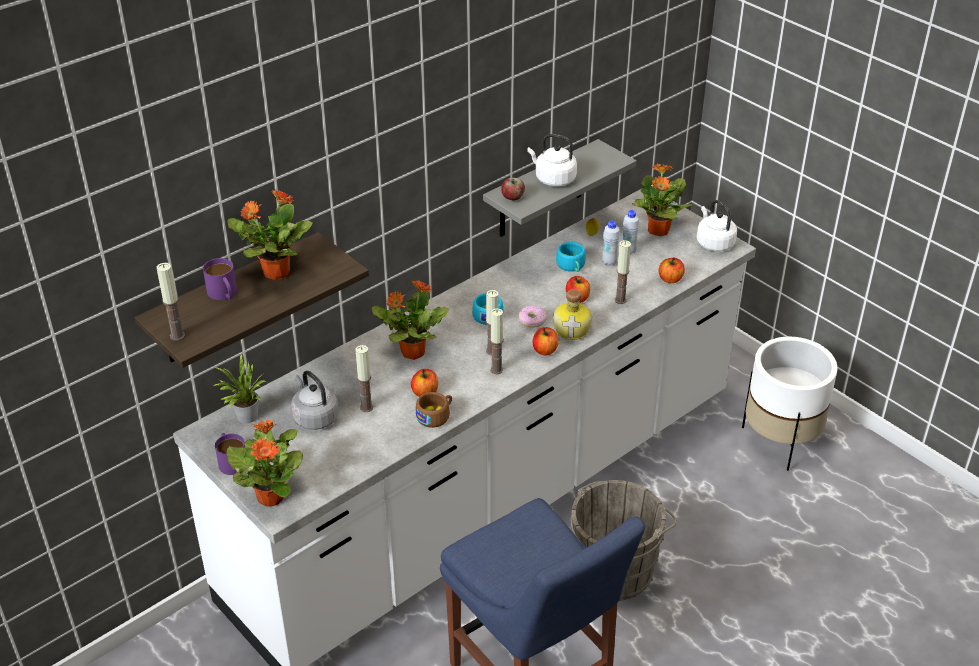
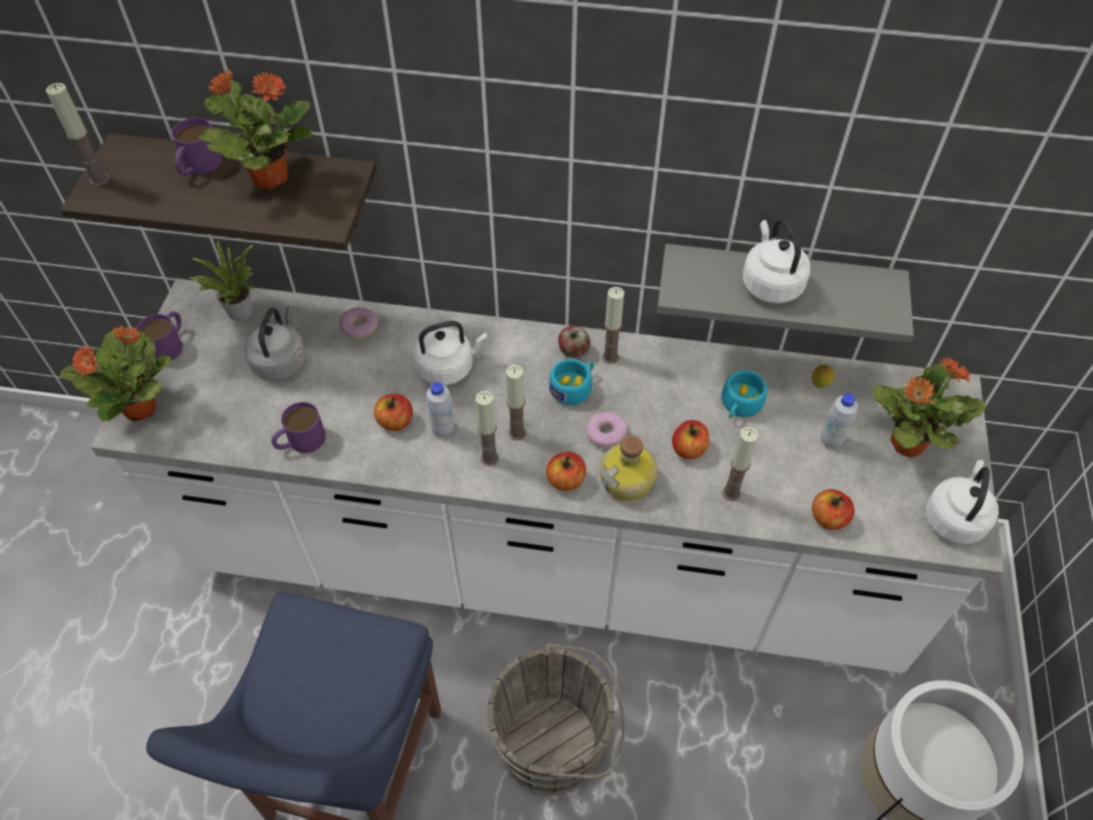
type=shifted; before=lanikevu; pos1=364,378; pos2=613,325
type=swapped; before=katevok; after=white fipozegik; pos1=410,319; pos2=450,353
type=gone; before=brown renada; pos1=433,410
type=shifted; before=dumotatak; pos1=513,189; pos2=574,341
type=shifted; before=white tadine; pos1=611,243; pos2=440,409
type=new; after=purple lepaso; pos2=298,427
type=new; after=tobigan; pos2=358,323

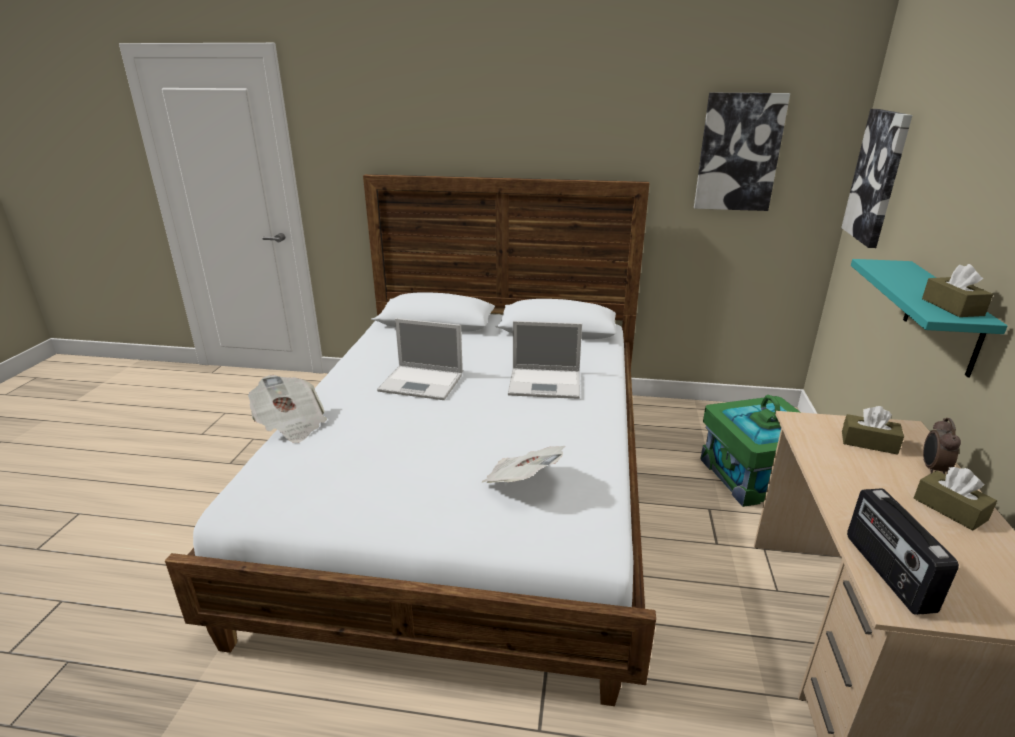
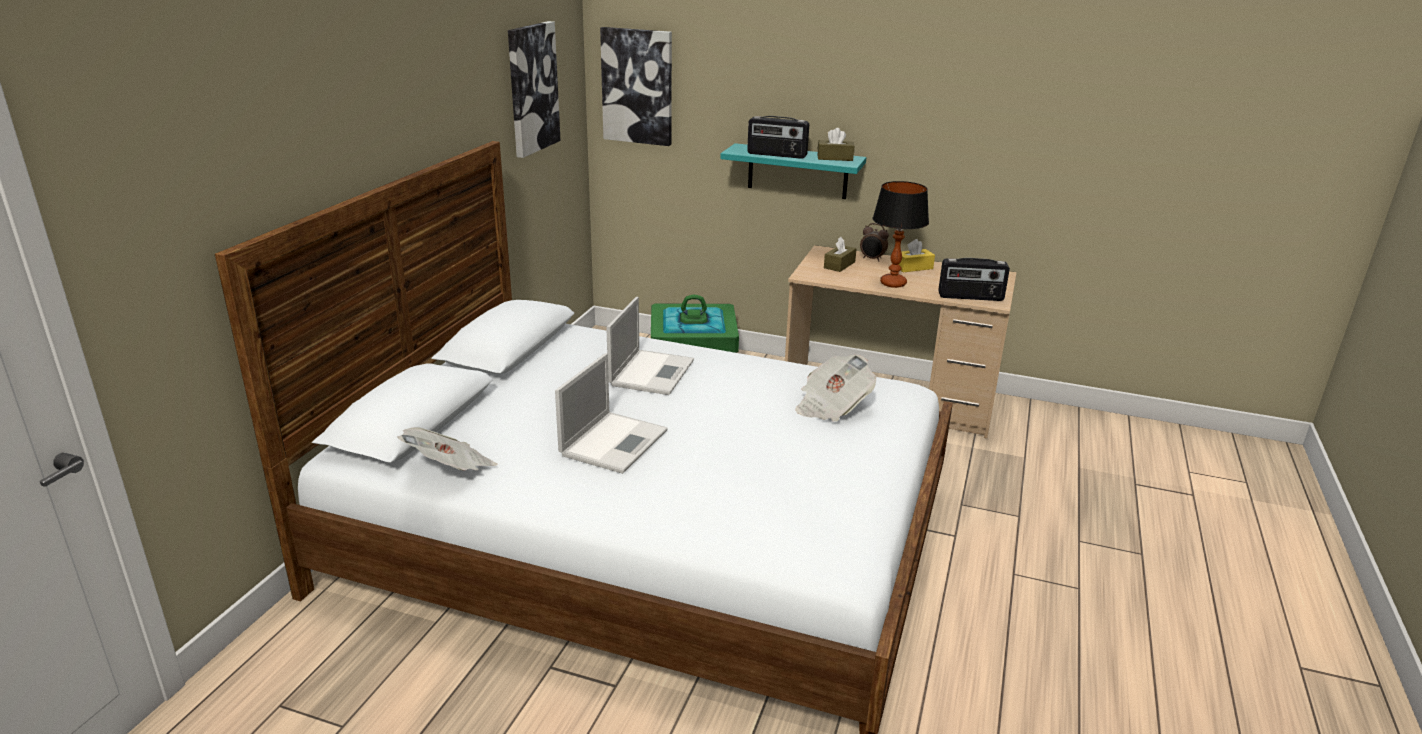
type=shifted; before=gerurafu; pos1=287,409; pos2=447,449
type=repainted; before=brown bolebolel; after=yellow bolebolel; pos1=955,499; pos2=917,255
type=new; after=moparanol; pos2=778,137
type=new; after=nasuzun; pos2=900,234

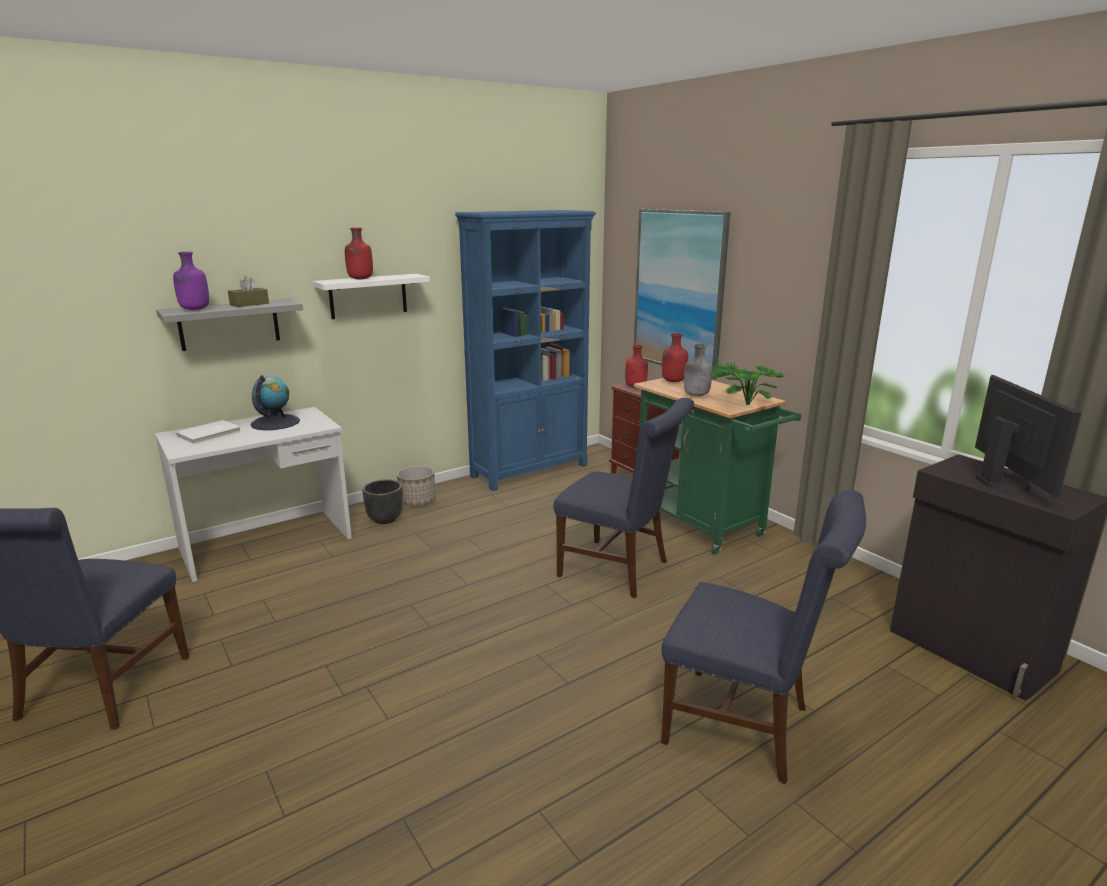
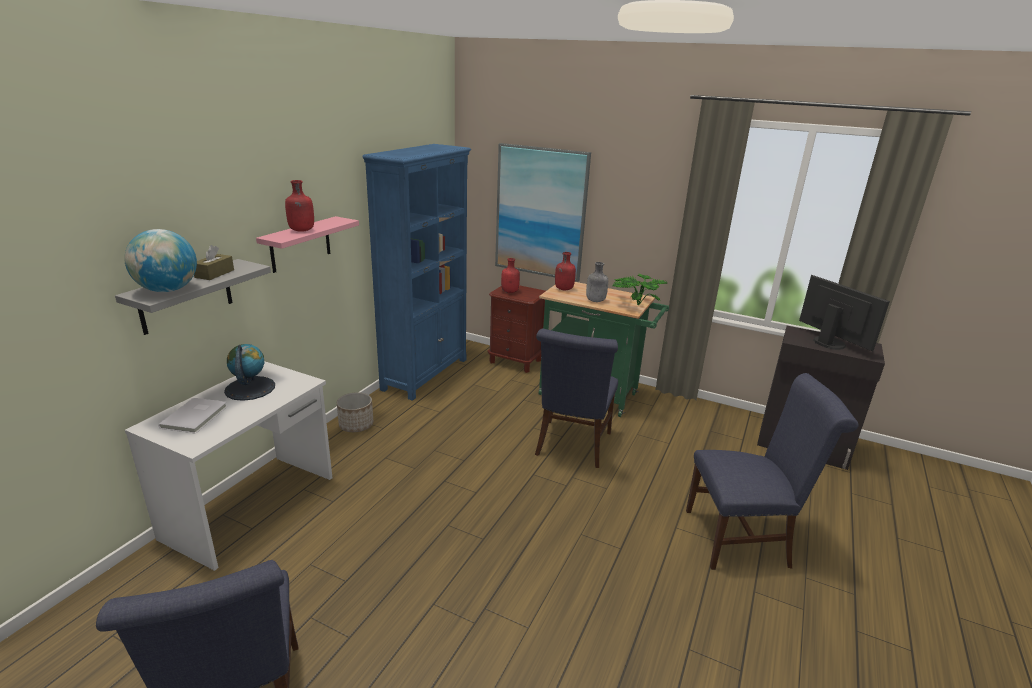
type=swapped; before=purple tadine; after=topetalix; pos1=191,281; pos2=160,260
type=repainted; before=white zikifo; after=pink zikifo; pos1=371,296; pos2=307,244
type=gone; before=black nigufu; pos1=382,501
type=rotated; before=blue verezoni; pos1=623,498; pos2=576,398; turn=105

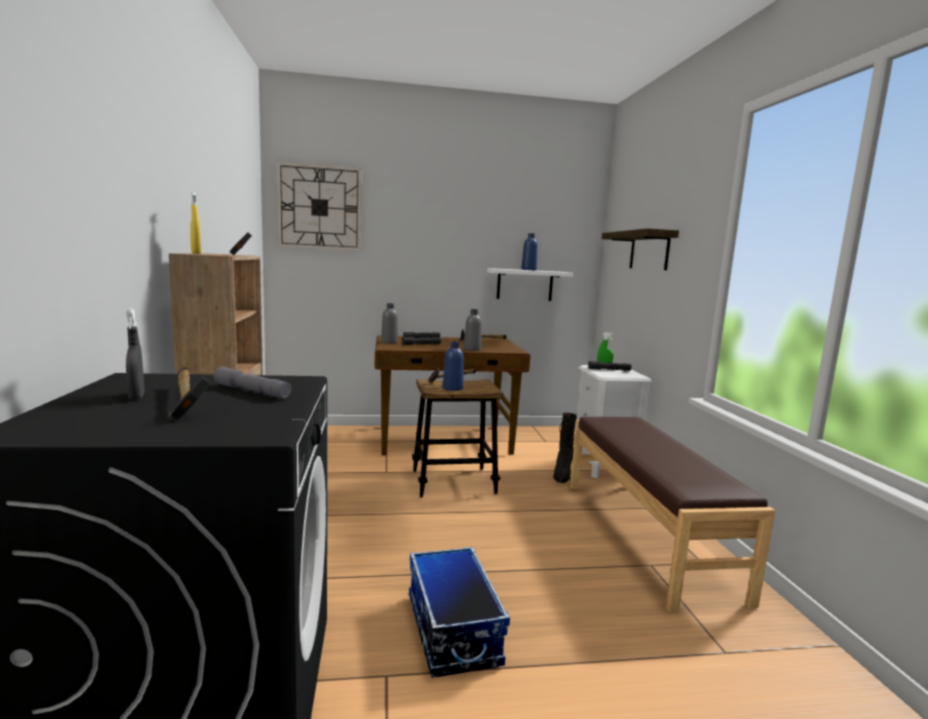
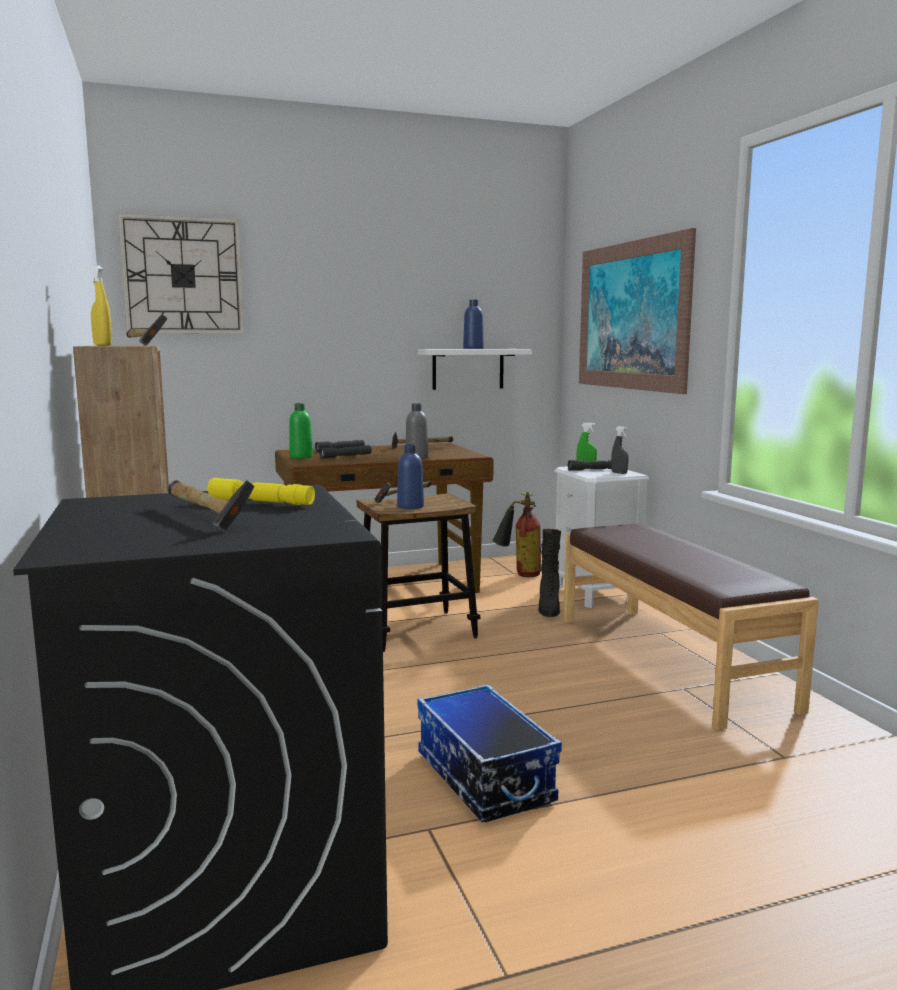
type=shifted; before=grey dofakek; pos1=135,353; pos2=620,450
type=repainted; before=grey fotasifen; after=yellow fotasifen; pos1=252,382; pos2=261,491
type=repainted; before=grey tadine; after=green tadine; pos1=389,323; pos2=301,431
type=swapped; before=zikifo; after=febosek; pos1=640,249; pos2=637,311
type=new; after=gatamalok; pos2=516,534

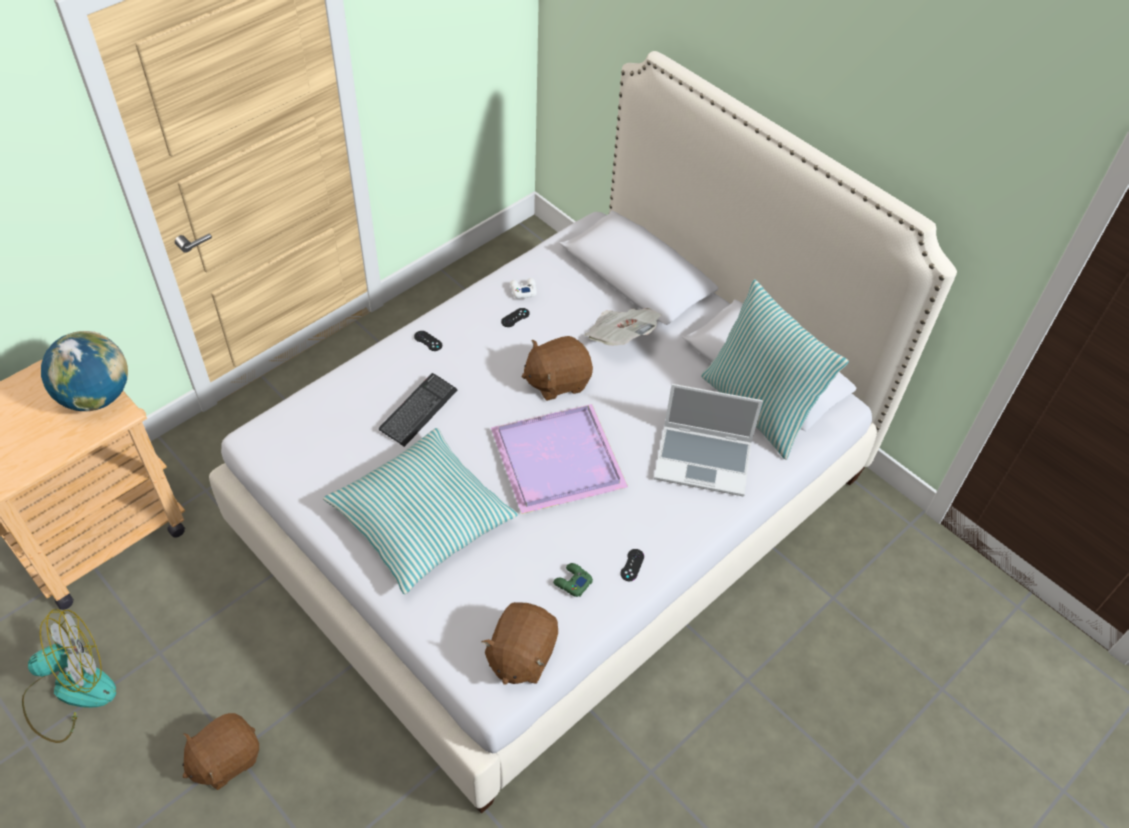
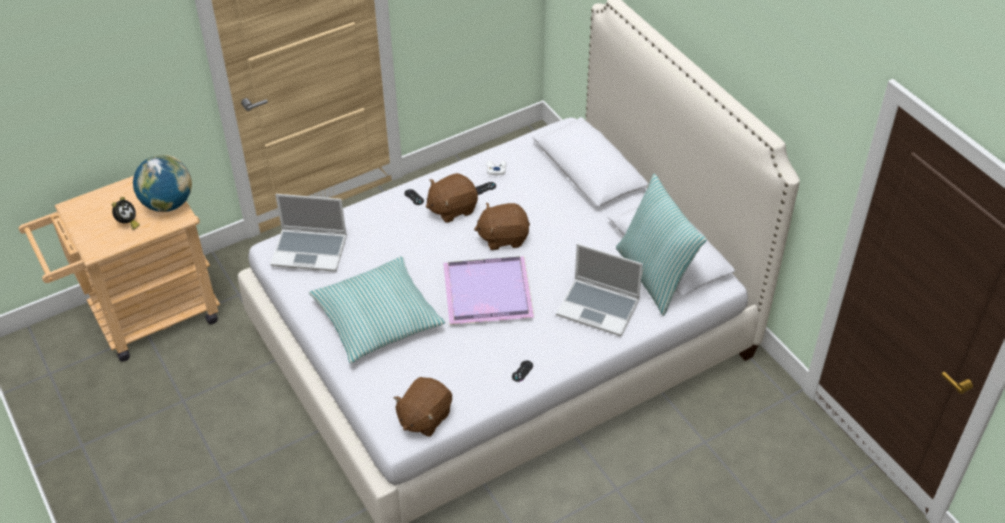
type=gone; before=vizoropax; pos1=69,676
type=shifted; before=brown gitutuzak; pos1=220,751; pos2=452,198
type=gone; before=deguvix; pos1=418,410
type=gone; before=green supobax; pos1=573,580
type=gone; before=gerurafu; pos1=623,327
type=new; after=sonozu; pos2=126,213
type=new; after=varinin; pos2=308,233

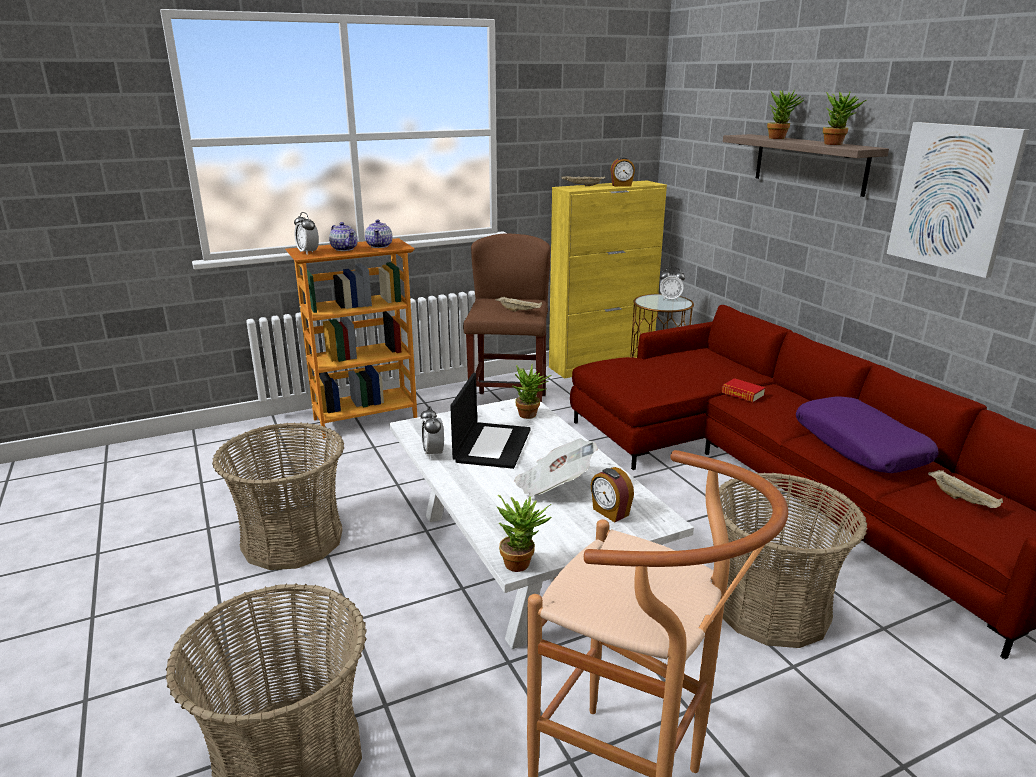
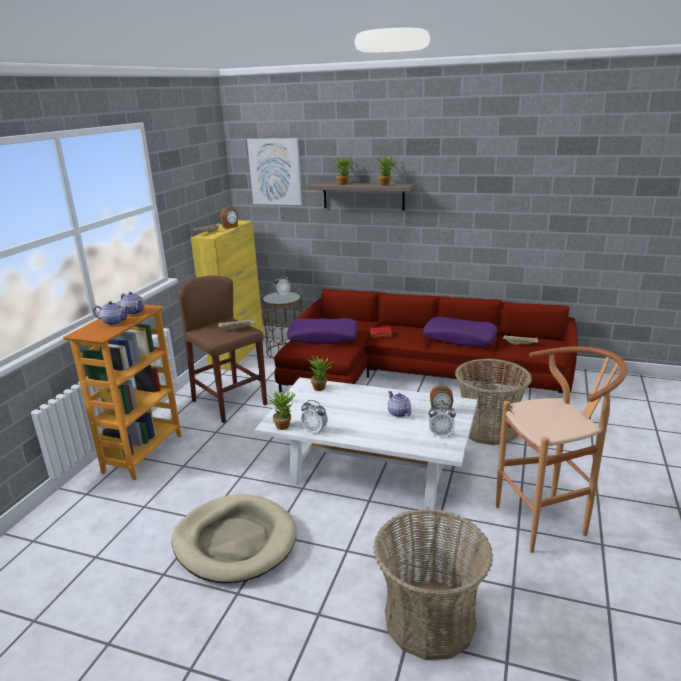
type=swapped; before=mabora; after=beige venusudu; pos1=278,496; pos2=234,538
type=shifted; before=sonozu; pos1=306,233; pos2=442,420
type=gone; before=varinin; pos1=490,421
type=shifted; before=katevok; pos1=524,533; pos2=280,410
type=swapped; before=gerurafu; after=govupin; pos1=556,468; pos2=399,404
type=shifted; before=febosek; pos1=958,200; pos2=274,171
type=new; after=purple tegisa; pos2=322,331

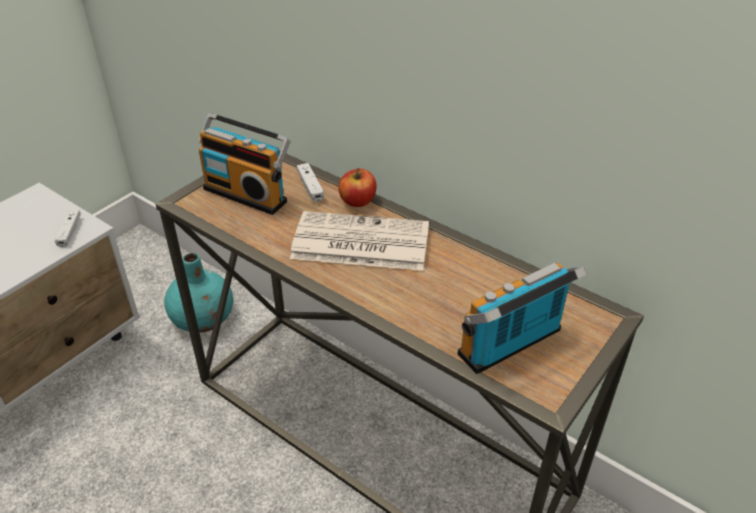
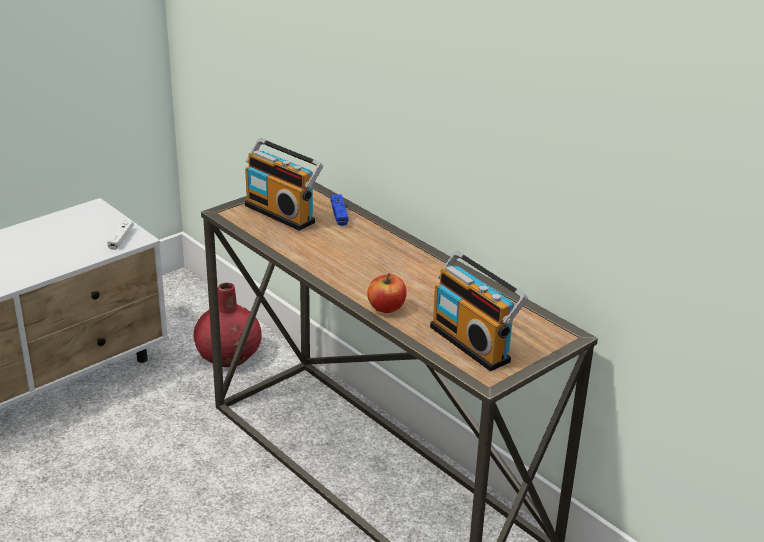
type=repainted; before=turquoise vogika; after=red vogika; pos1=198,293; pos2=228,325
type=gone; before=gerurafu; pos1=359,241
type=repainted; before=white supobax; after=blue supobax; pos1=310,182; pos2=339,210
type=shifted; before=dumotatak; pos1=357,187; pos2=387,293
type=rotated; before=moparanol; pos1=522,318; pos2=479,311; turn=-105

